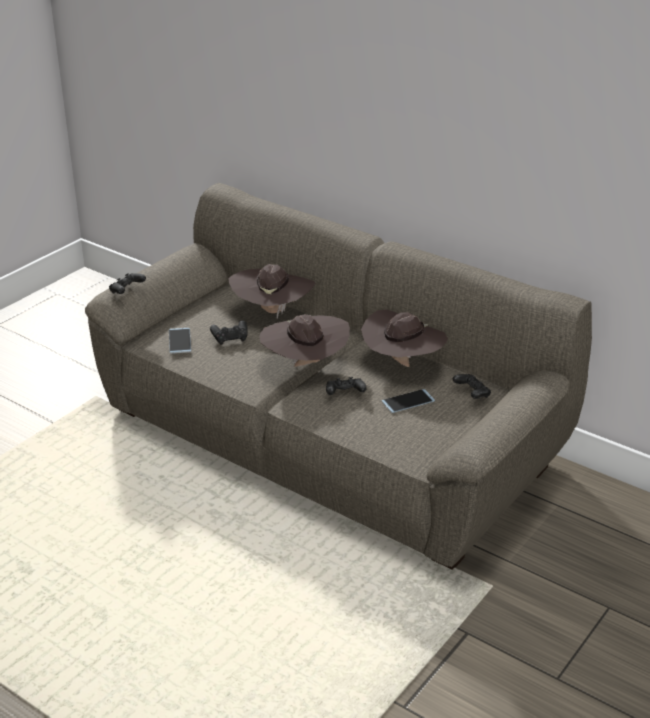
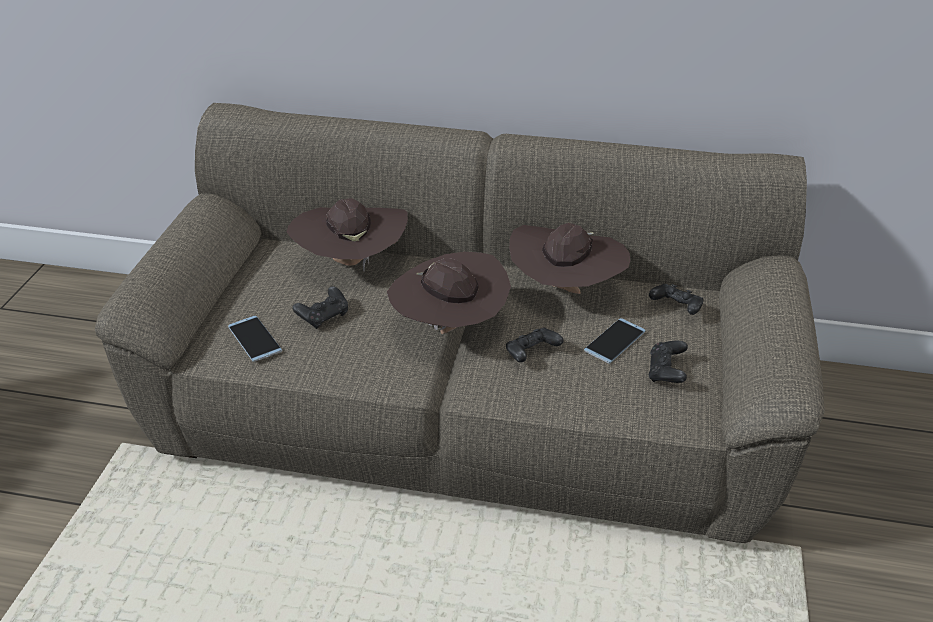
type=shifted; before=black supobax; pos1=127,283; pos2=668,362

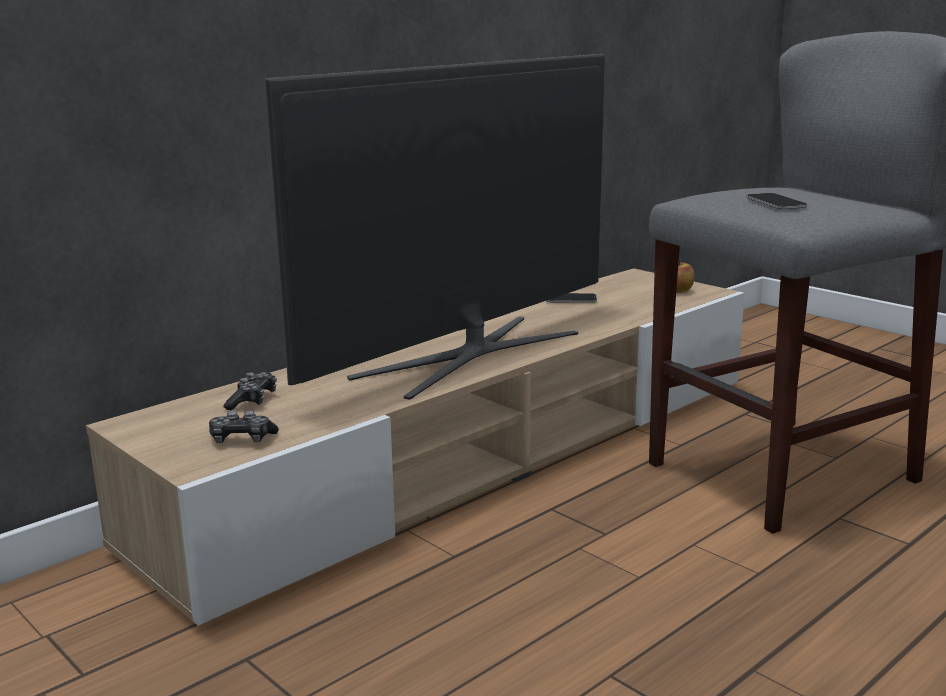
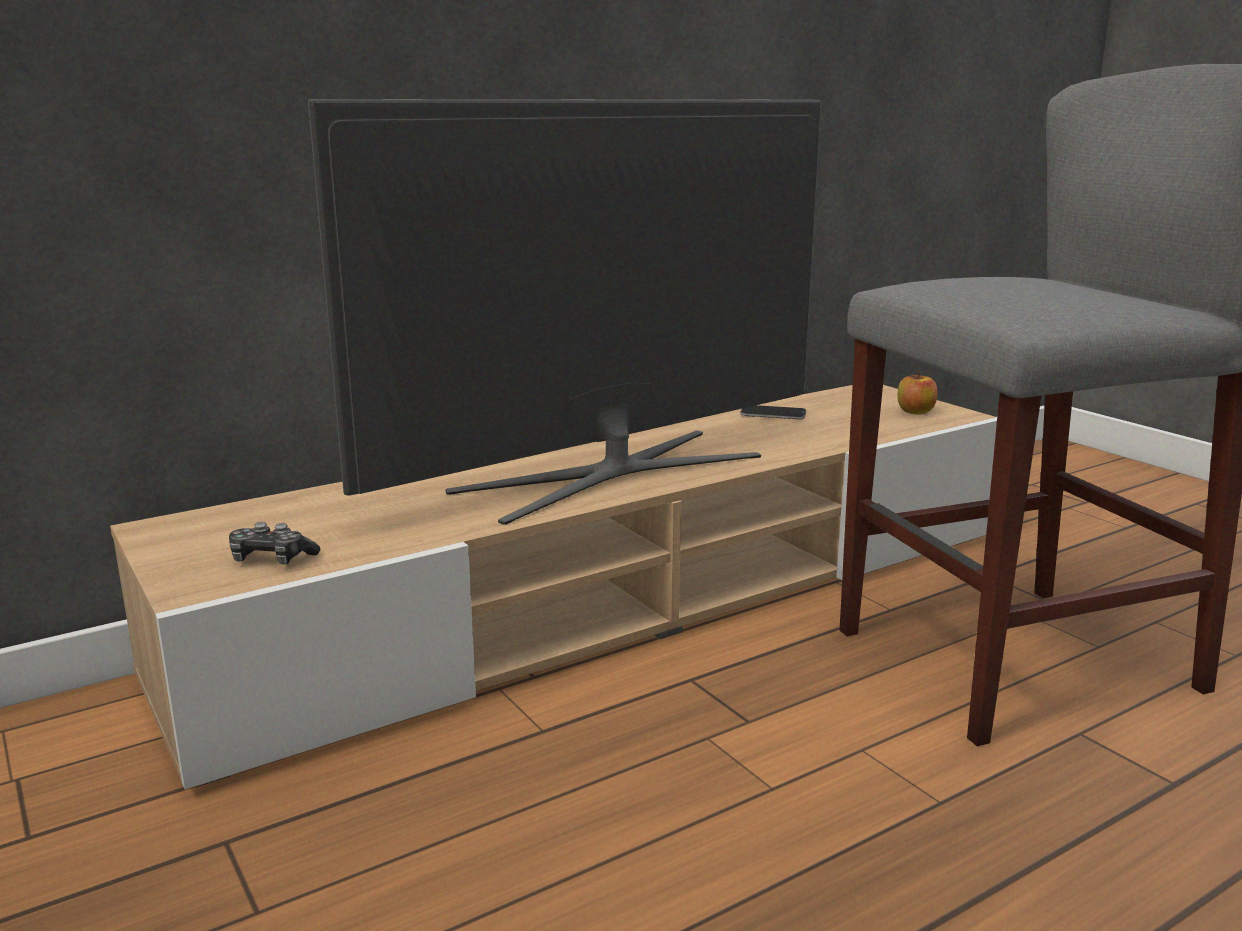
type=gone; before=supobax; pos1=250,391
type=gone; before=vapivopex; pos1=776,201

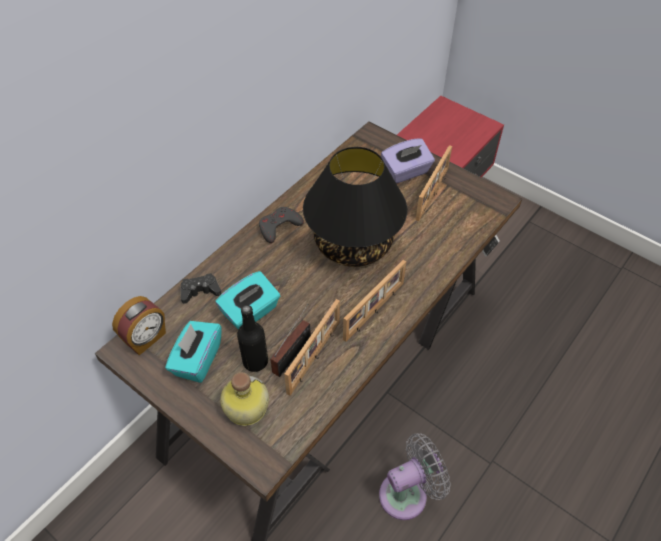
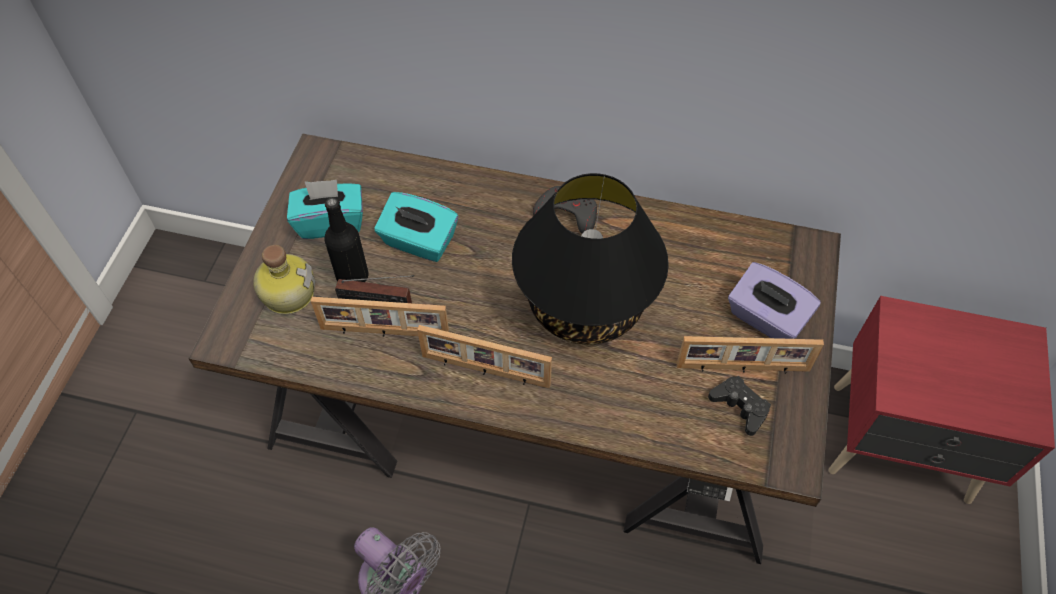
type=gone; before=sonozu; pos1=139,326
type=shifted; before=black supobax; pos1=201,288; pos2=739,406

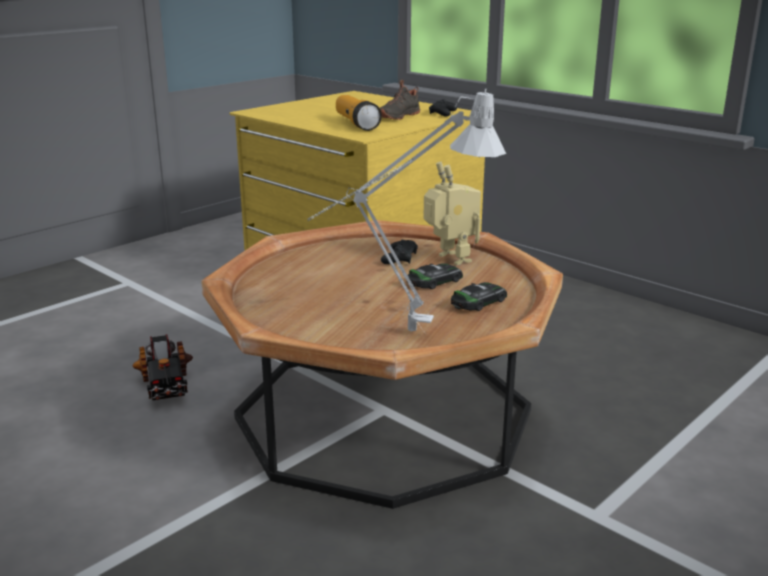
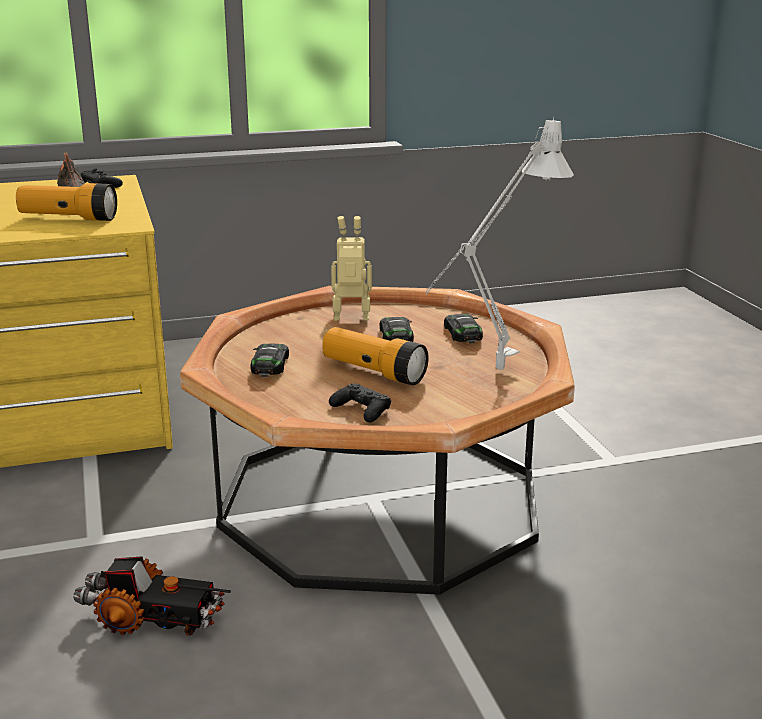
type=shifted; before=black supobax; pos1=399,252; pos2=360,402
type=new; after=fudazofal; pos2=270,360
type=new; after=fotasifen; pos2=375,356

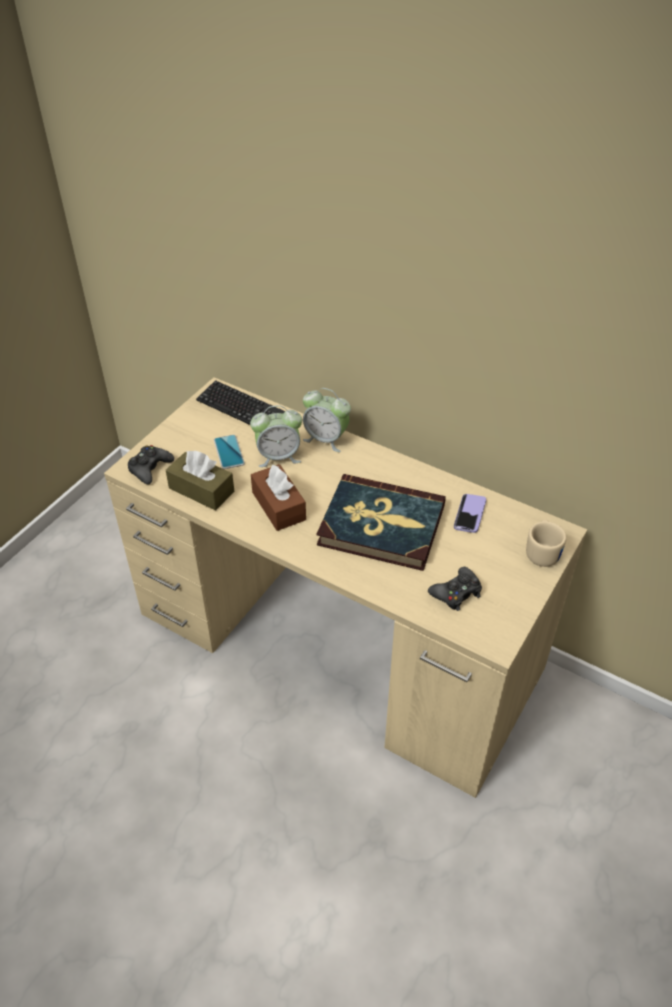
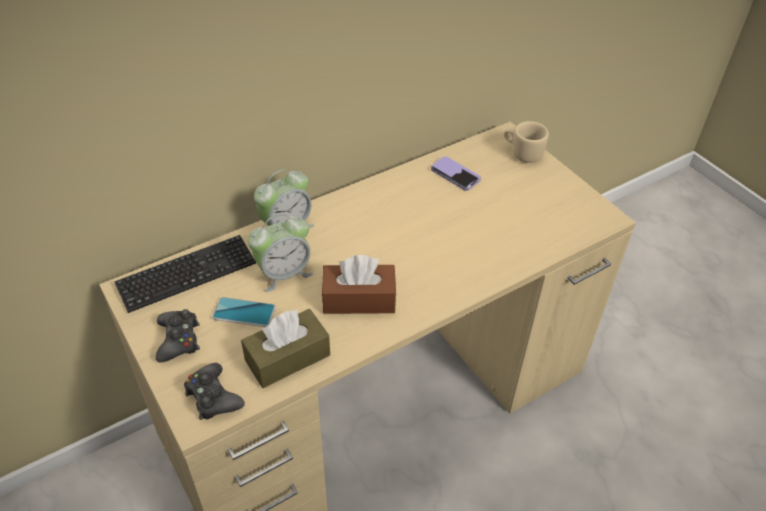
type=rotated; before=sonozu; pos1=276,436; pos2=280,253; turn=45
type=gone; before=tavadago; pos1=381,522
type=shifted; before=black supobax; pos1=455,589; pos2=178,335

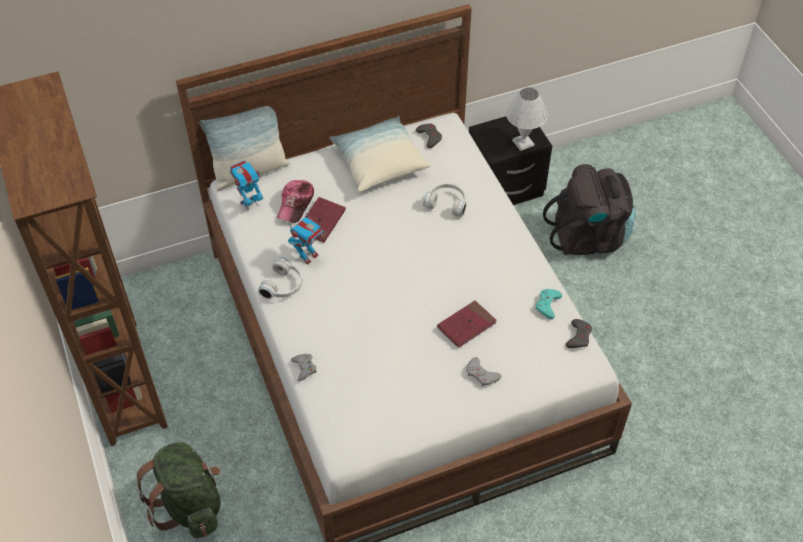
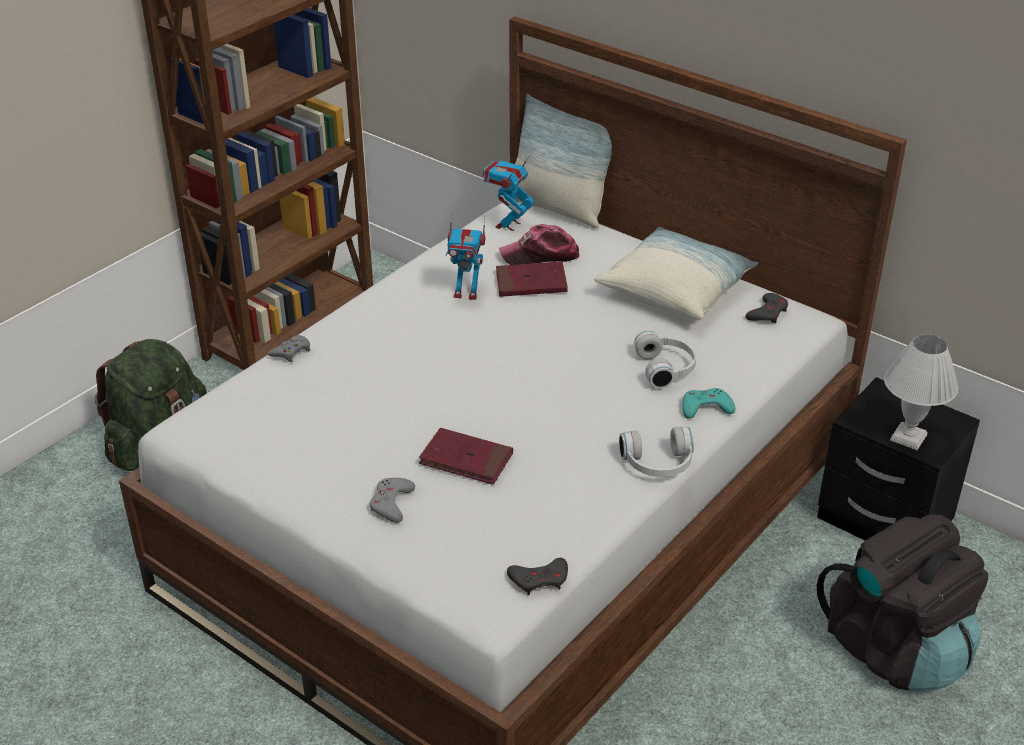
type=rotated; before=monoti; pos1=246,185; pos2=509,192; turn=-90
type=shifted; before=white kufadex; pos1=280,278; pos2=656,452
type=shifted; before=turquoise supobax; pos1=549,304; pos2=708,403

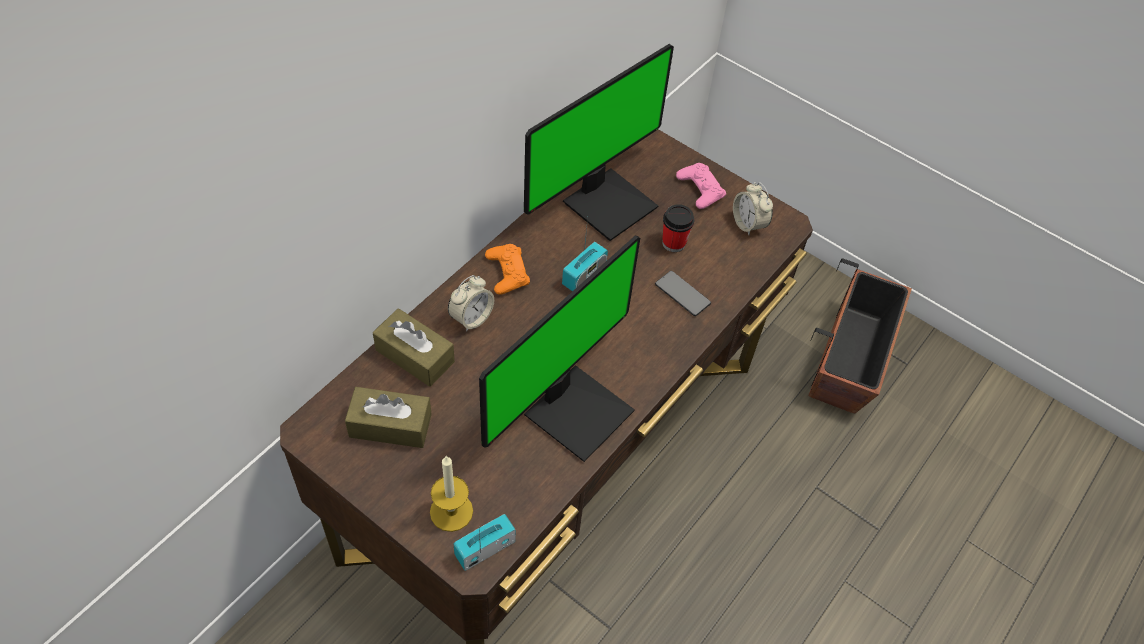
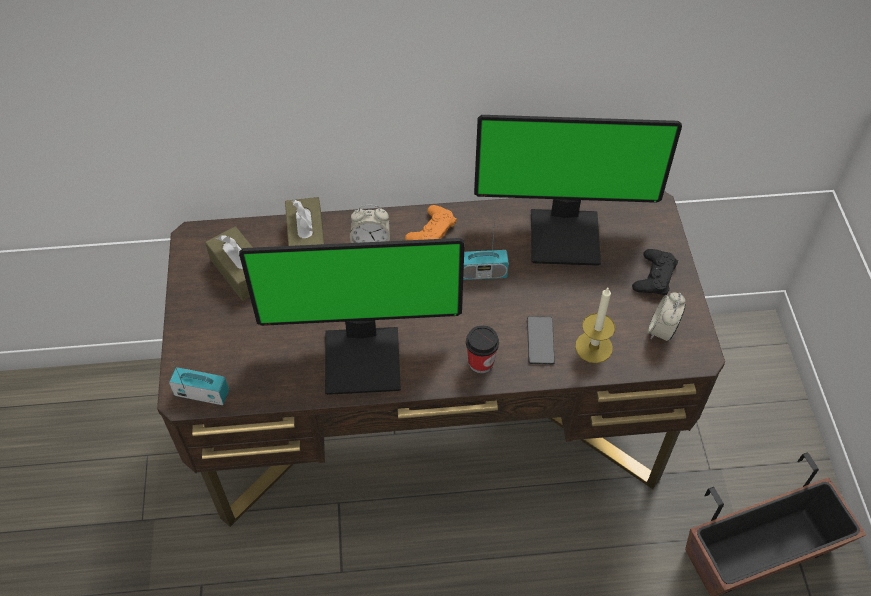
type=shifted; before=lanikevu; pos1=451,494; pos2=595,325
type=shifted; before=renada; pos1=678,228; pos2=482,349
type=repainted; before=pink supobax; after=black supobax; pos1=701,186; pos2=655,272

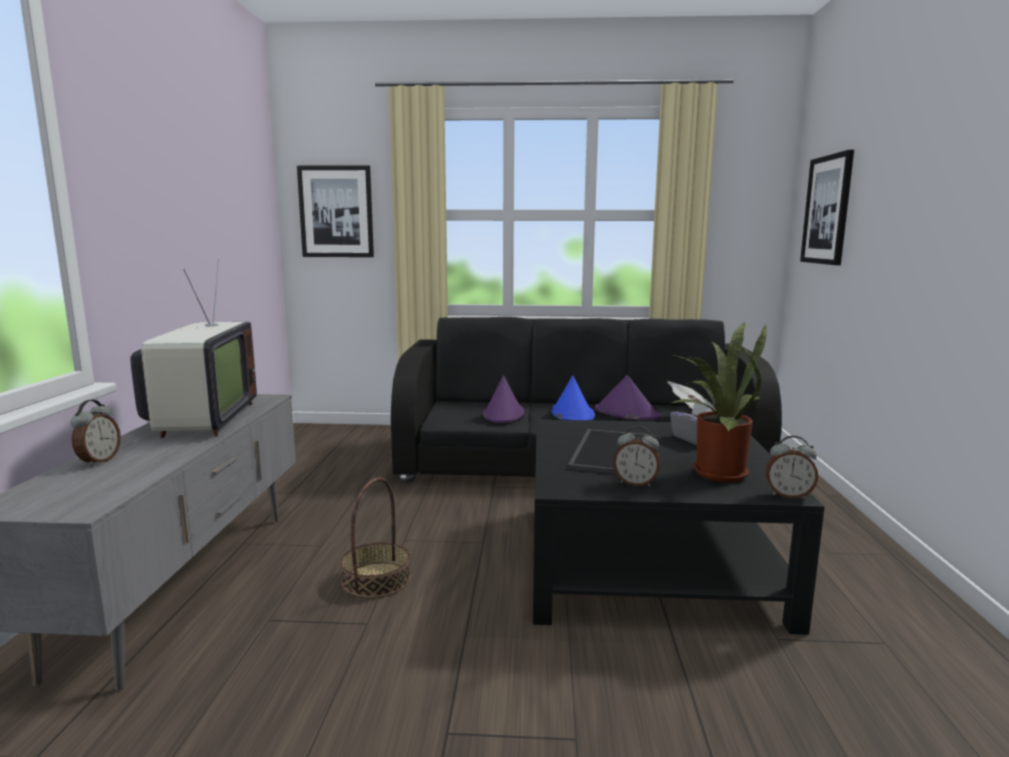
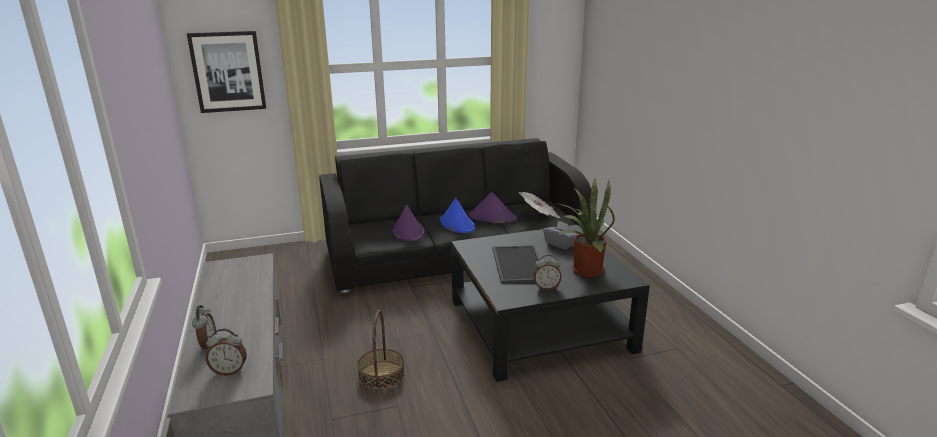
type=gone; before=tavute; pos1=193,348
type=shifted; before=sonozu; pos1=792,467; pos2=226,352
type=gone; before=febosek; pos1=827,207

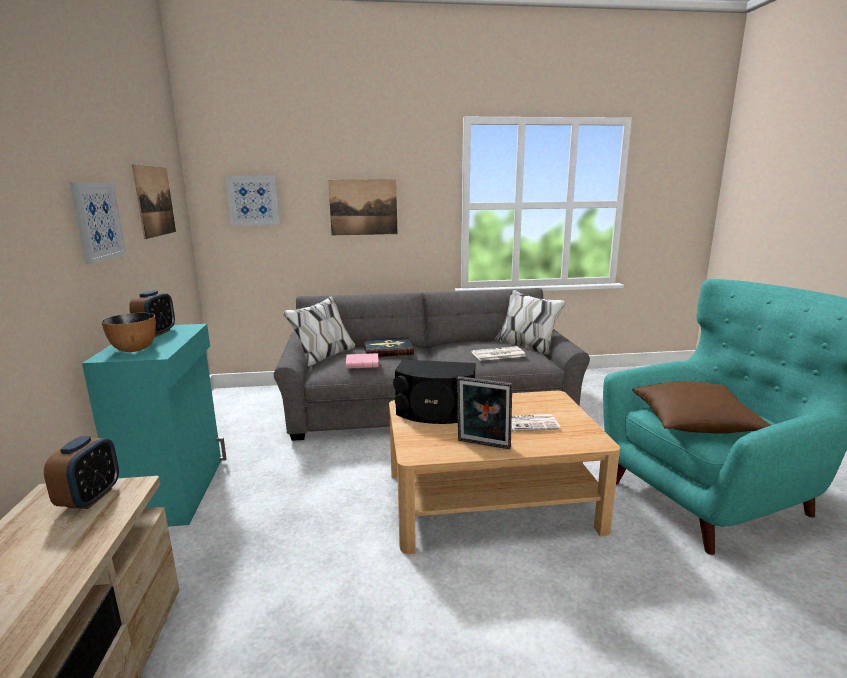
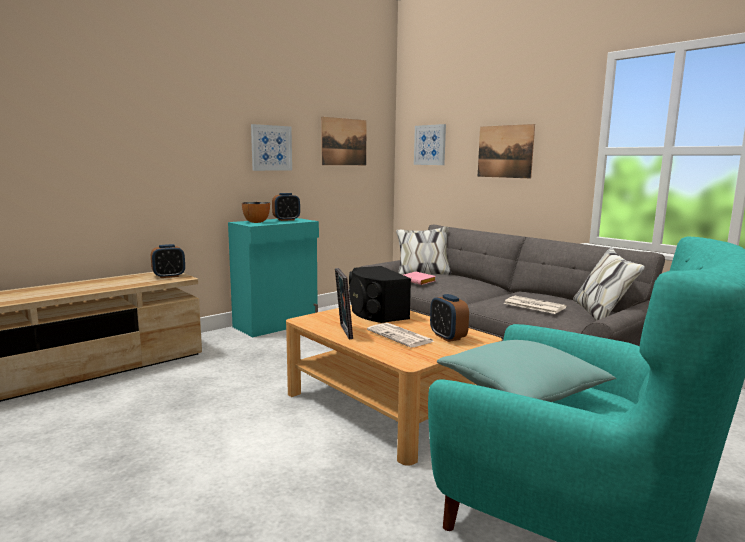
type=gone; before=tavadago; pos1=389,347
type=repainted; before=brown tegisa; after=turquoise tegisa; pos1=701,407; pos2=527,371
type=new; after=sonozu; pos2=449,318

